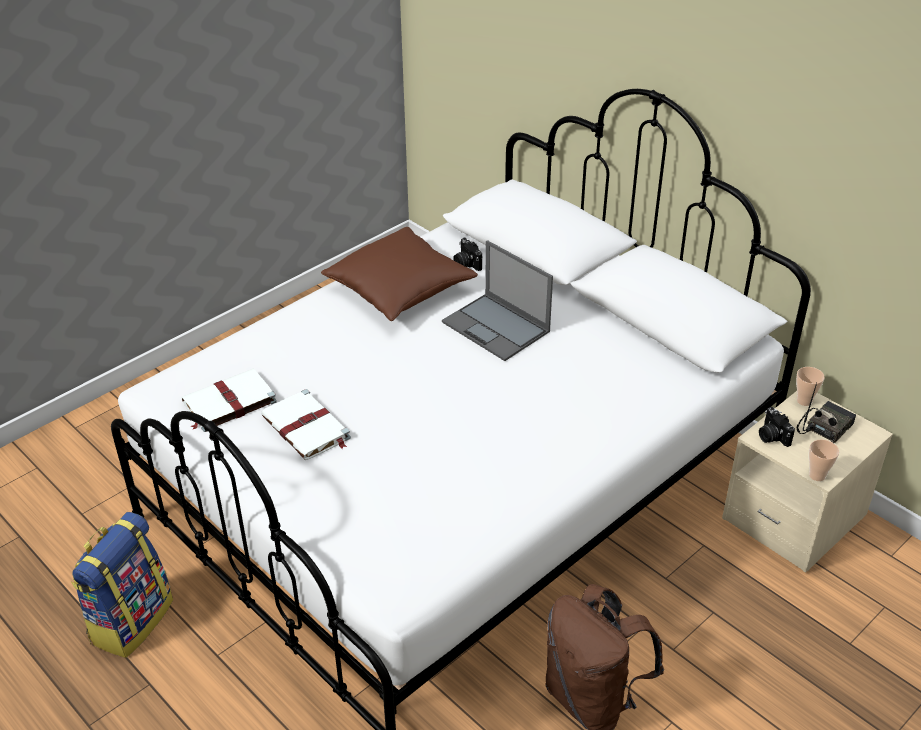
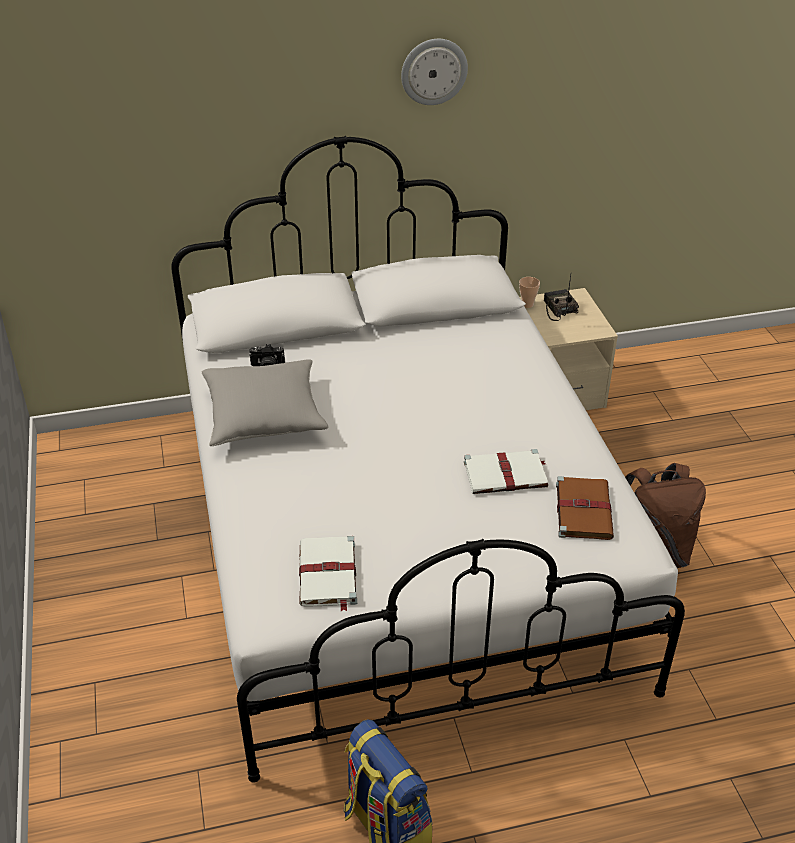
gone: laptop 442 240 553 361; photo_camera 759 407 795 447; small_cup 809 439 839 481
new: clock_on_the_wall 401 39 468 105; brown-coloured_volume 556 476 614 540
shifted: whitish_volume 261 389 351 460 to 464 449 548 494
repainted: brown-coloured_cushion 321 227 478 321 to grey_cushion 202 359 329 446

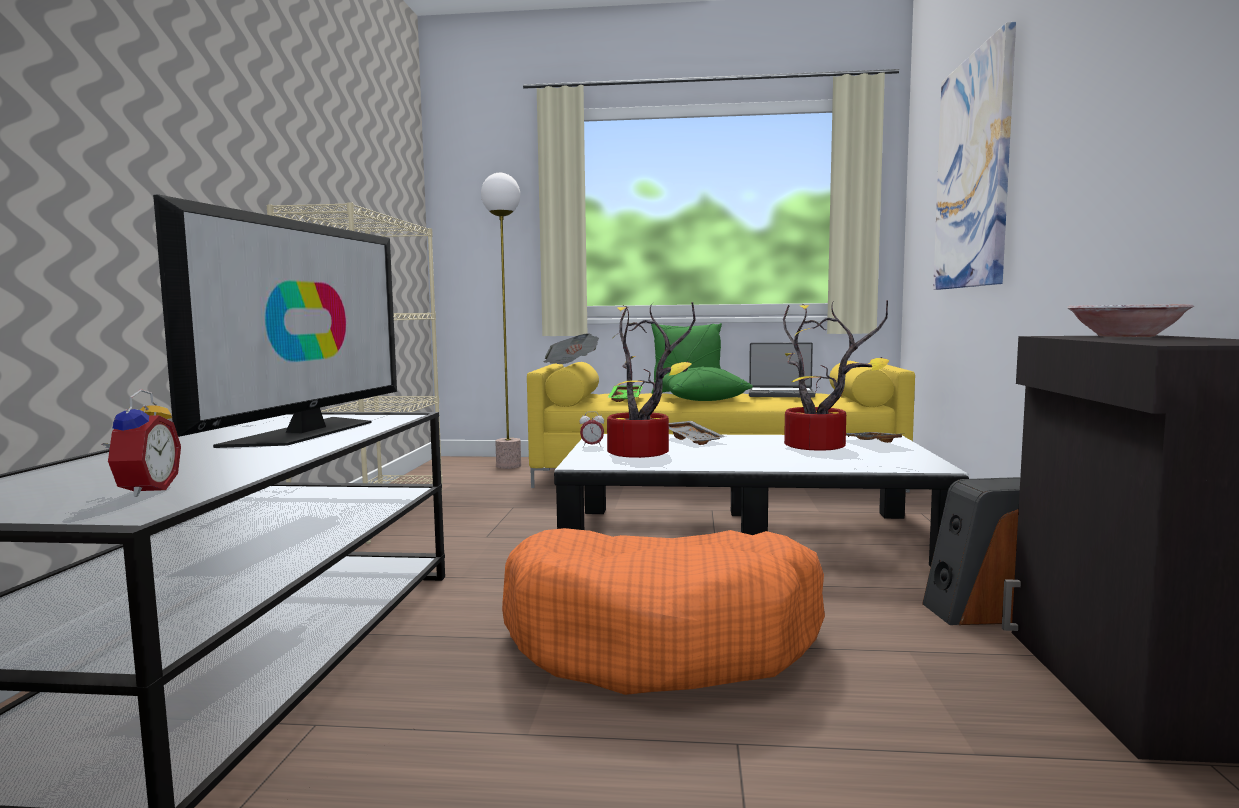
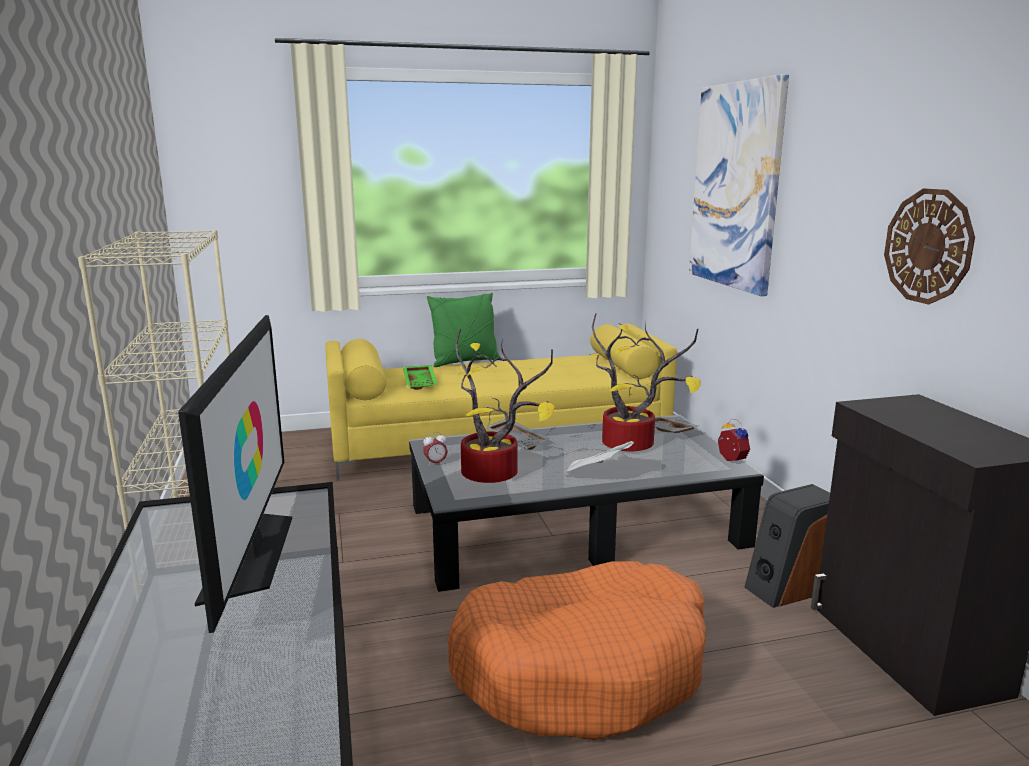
gone: floor_lamp 481 173 521 469; greenish_cushion 654 366 753 401; laptop 749 343 815 398; bowl 1067 304 1194 337
new: clock_on_the_wall 884 188 975 304
shifted: printed_paper 544 333 599 364 to 563 441 634 473; alarm_clock 101 389 181 497 to 718 418 750 464

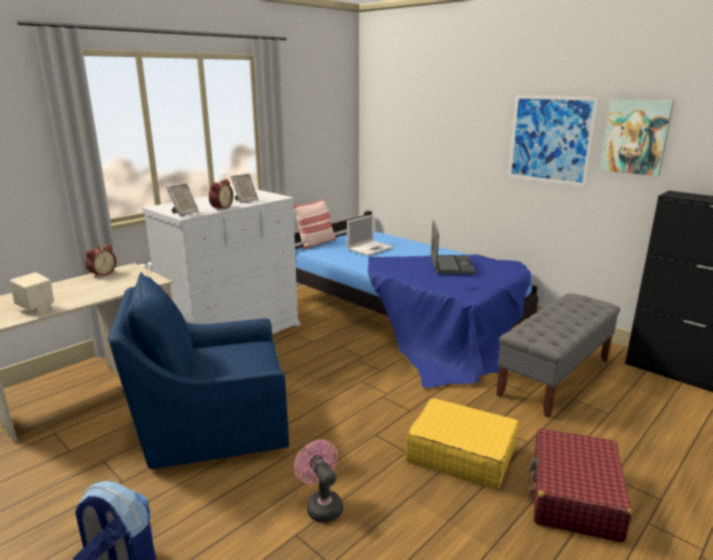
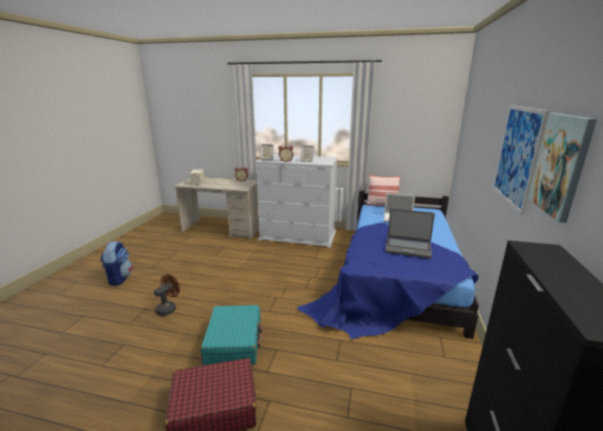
gone: blue_armchair 108 272 289 469; grey_bench 496 293 620 418
repainted: pinkish_cooling_fan 294 440 343 523 to brown-coloured_cooling_fan 154 274 180 316; yellowish_suitcase 406 398 519 490 to turquoise_suitcase 201 305 262 365
rotated: laptop 431 220 476 274 = 385 209 435 259 45 degrees clockwise

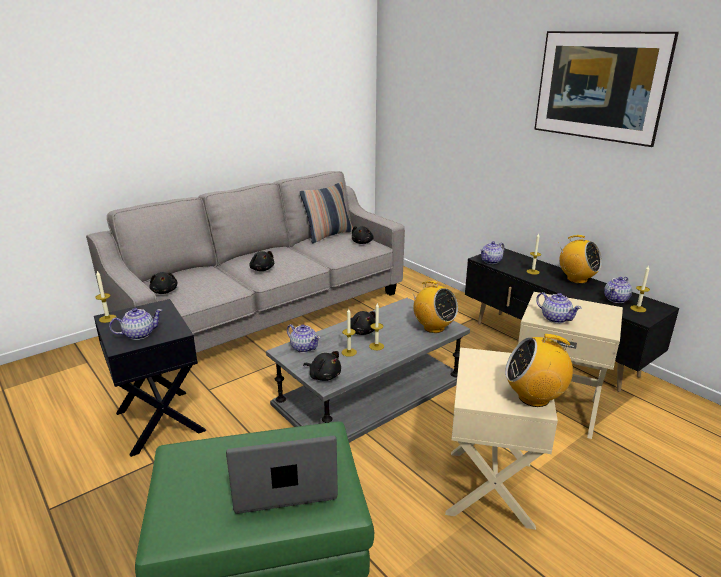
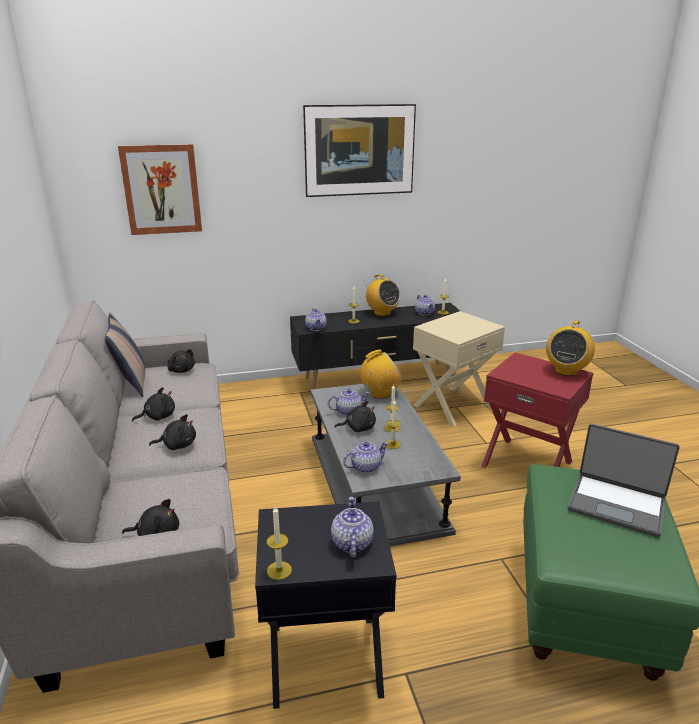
new: picture 118 144 202 235
shifted: black_cuddly_toy 303 351 341 381 to 132 387 175 422; tea_pot 536 292 581 323 to 328 389 370 416
repainted: beige_end_table 445 347 558 530 to red-coloured_end_table 481 352 593 468
rotated: radio_receiver 558 235 602 284 = 366 274 400 316 75 degrees clockwise; laptop 226 436 338 514 = 568 424 680 537 75 degrees counterclockwise

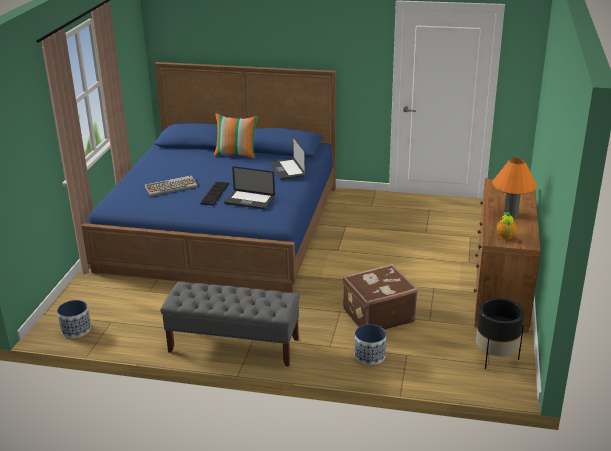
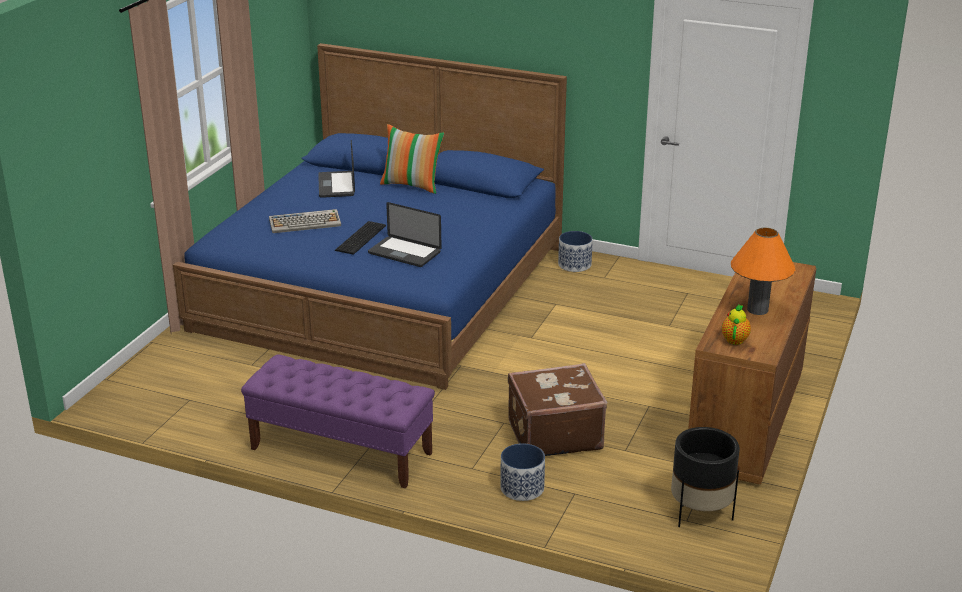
shifted: laptop 270 136 305 180 to 318 140 355 198; plant_pot 57 300 91 338 to 558 231 593 272
repainted: grey_bench 160 282 300 367 to purple_bench 241 354 435 488

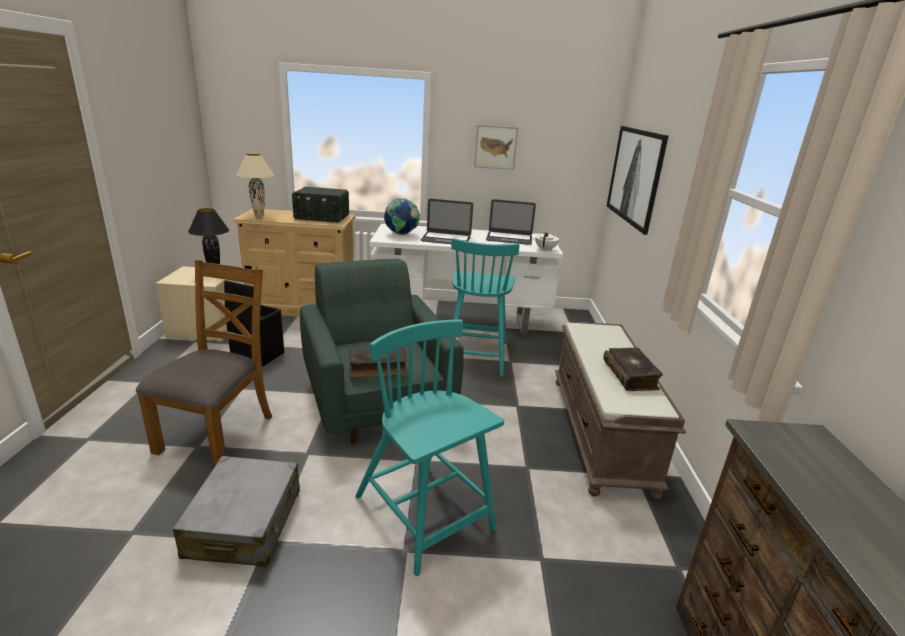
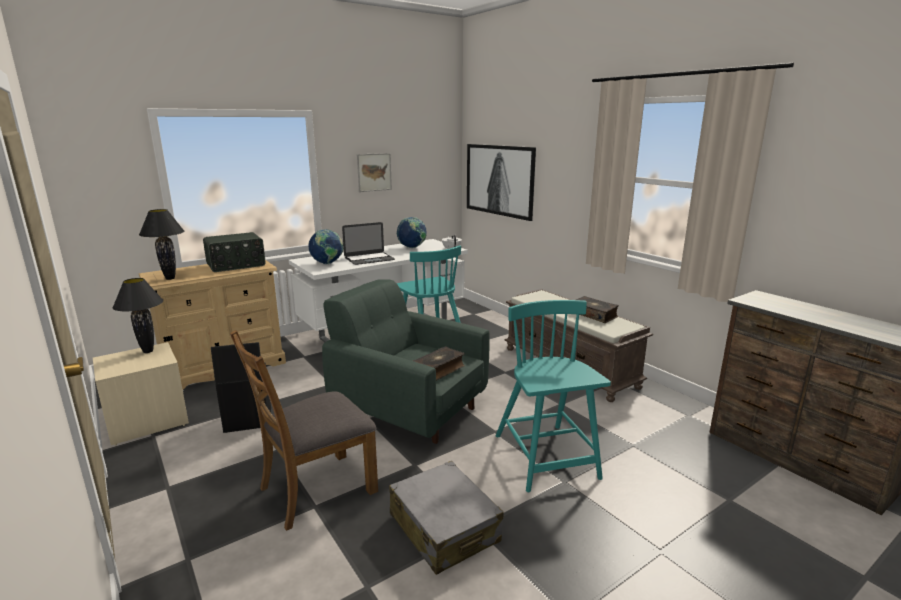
swapped: laptop 486 199 536 245 to desk_globe 396 217 427 248
repainted: beige_table_lamp 236 154 274 218 to black_table_lamp 139 209 184 280
rotated: brown-coloured_chair 136 260 272 469 = 230 330 378 531 105 degrees counterclockwise; turquoise_chair 355 319 504 576 = 496 300 611 492 60 degrees clockwise

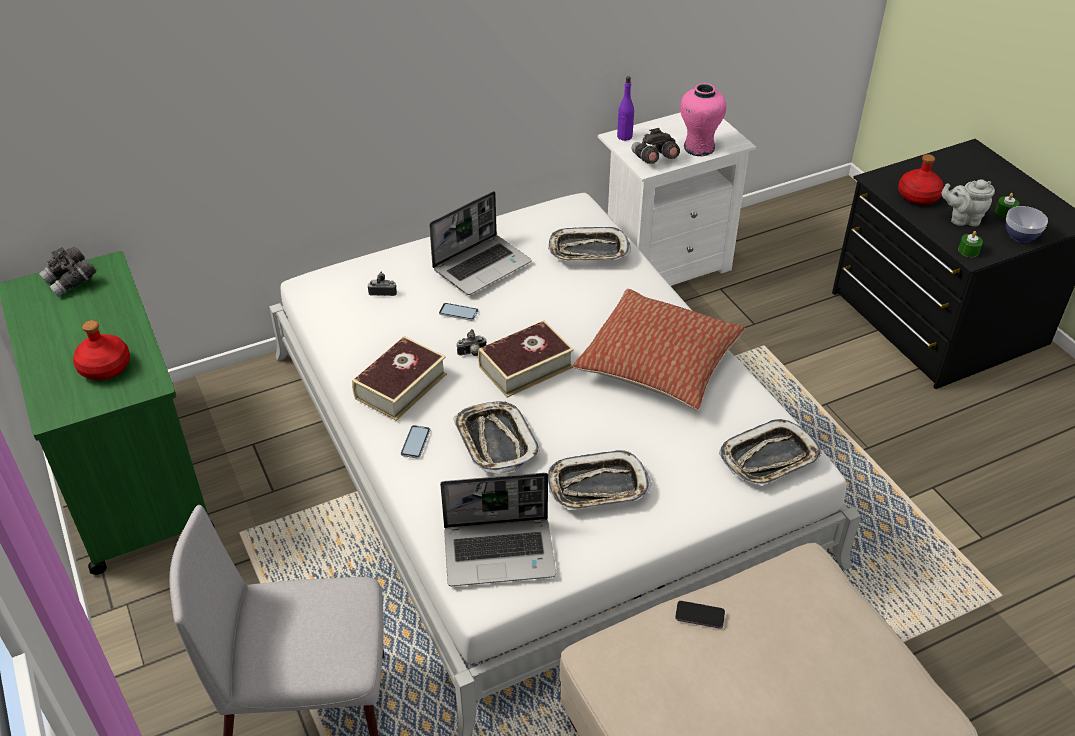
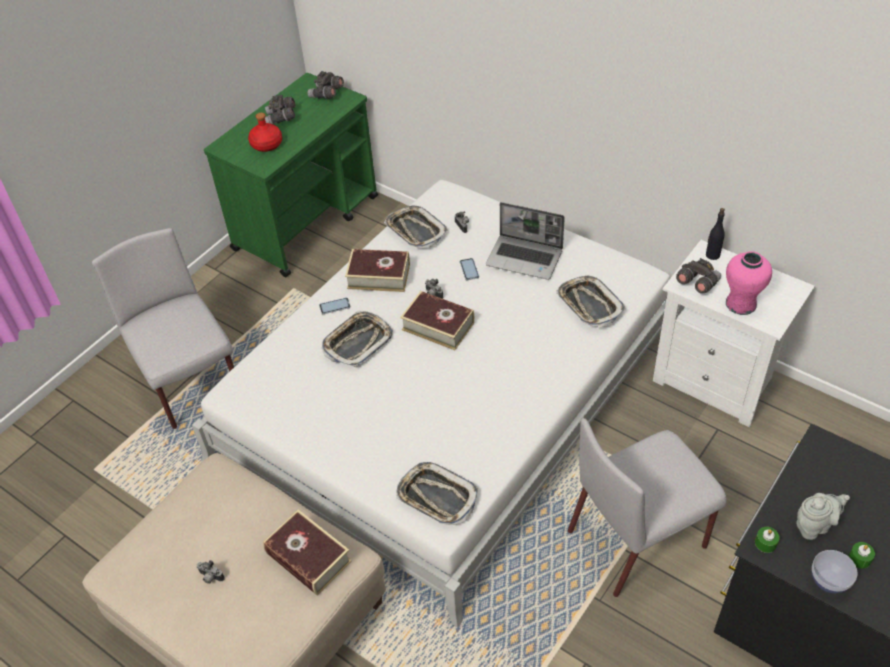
gone: laptop 440 473 556 586; cushion 573 289 745 410; telephone 675 601 725 629; red-coloured_drink_bottle 898 154 944 205
new: photo_camera 197 560 225 584; volume 263 510 352 596; grey_field_glasses 265 95 296 124; grey_chair 568 418 727 597
shifted: tray 548 450 652 510 to 384 206 448 248
repainted: purple_drink_bottle 617 76 634 141 to black_drink_bottle 706 208 725 260
rotated: grey_tea_pot 941 179 995 227 = 796 493 850 540 90 degrees clockwise

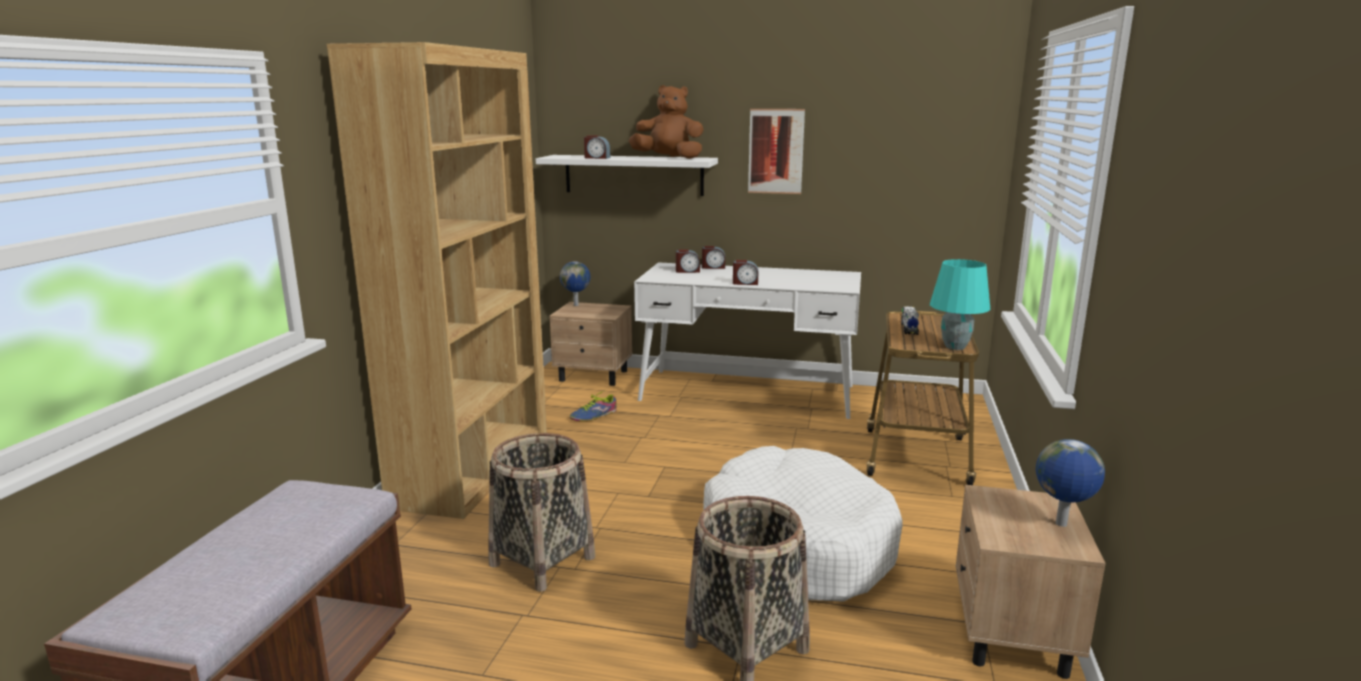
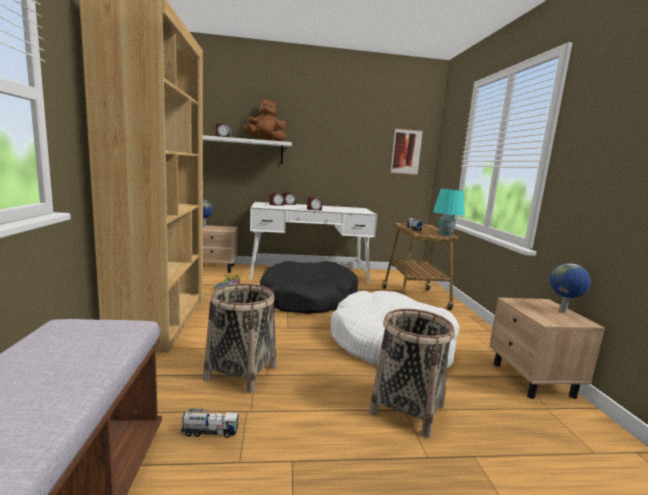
new: model_truck 180 408 239 438; black_pet_bed 260 261 358 314
shifted: picture 748 109 805 194 to 391 128 423 175

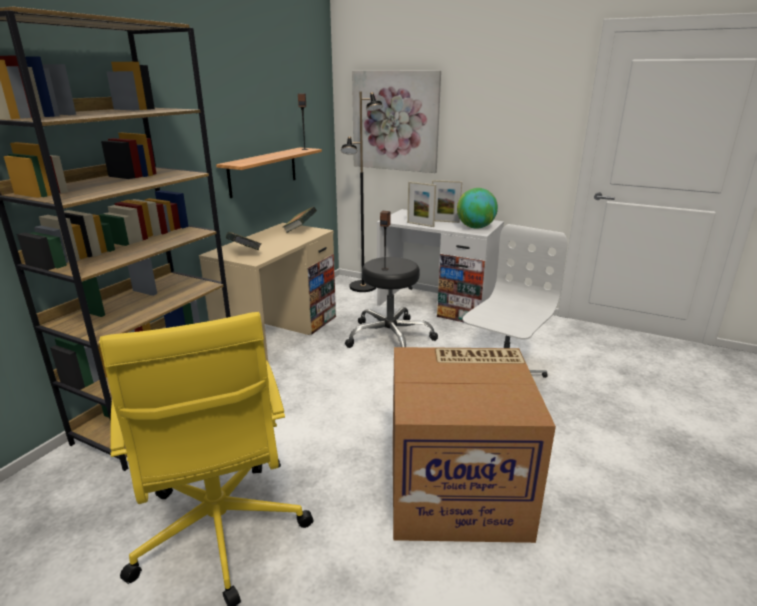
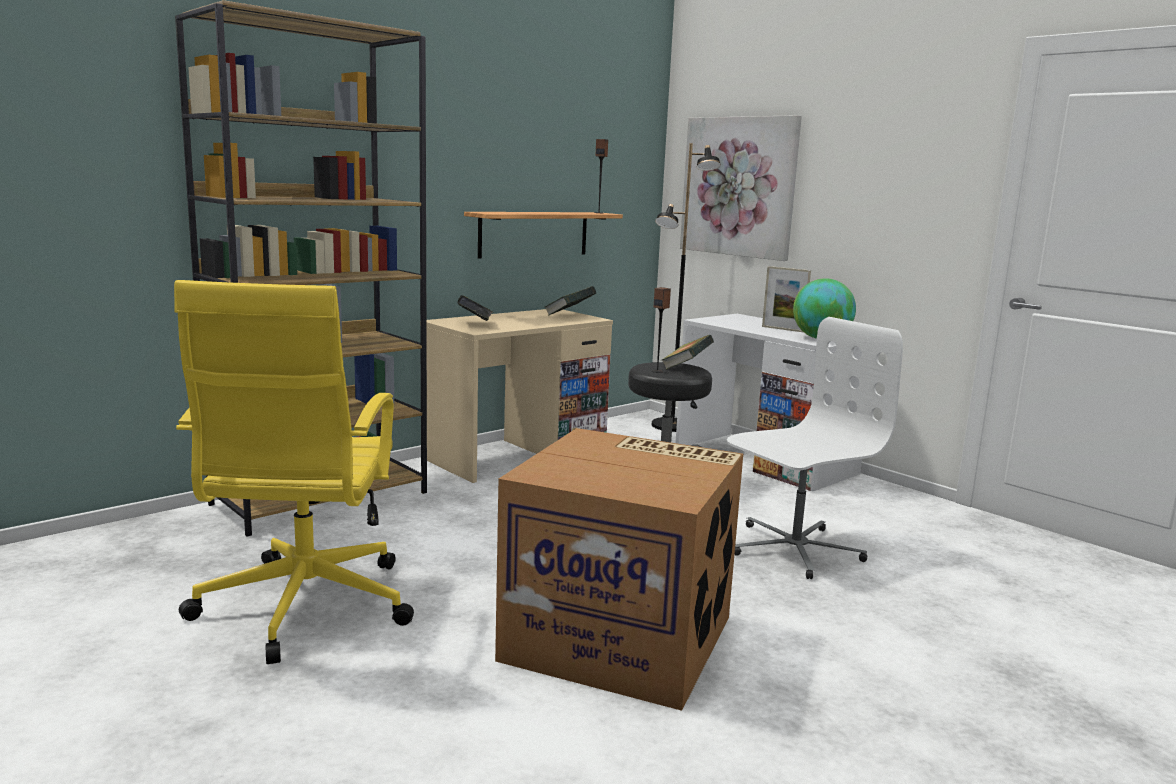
gone: photo_frame 407 182 436 227
new: volume 662 335 714 370

